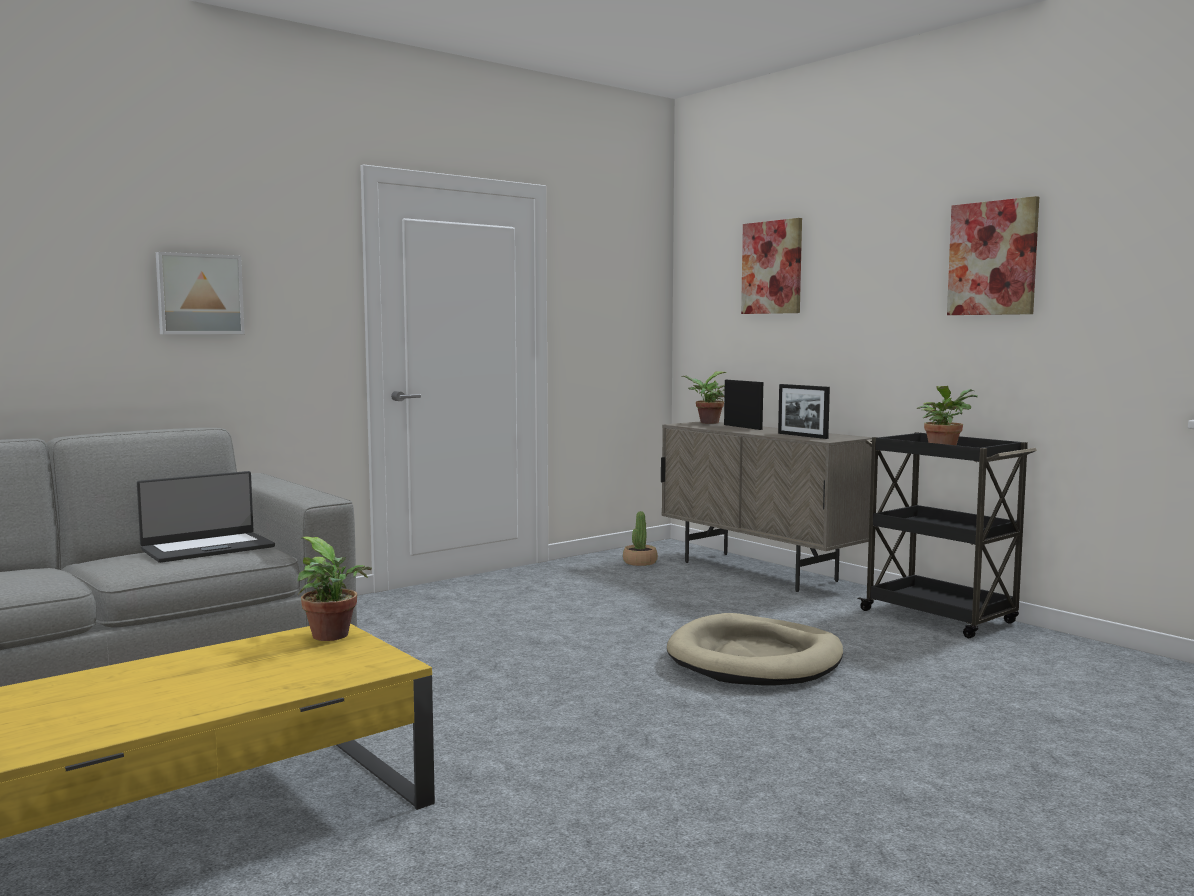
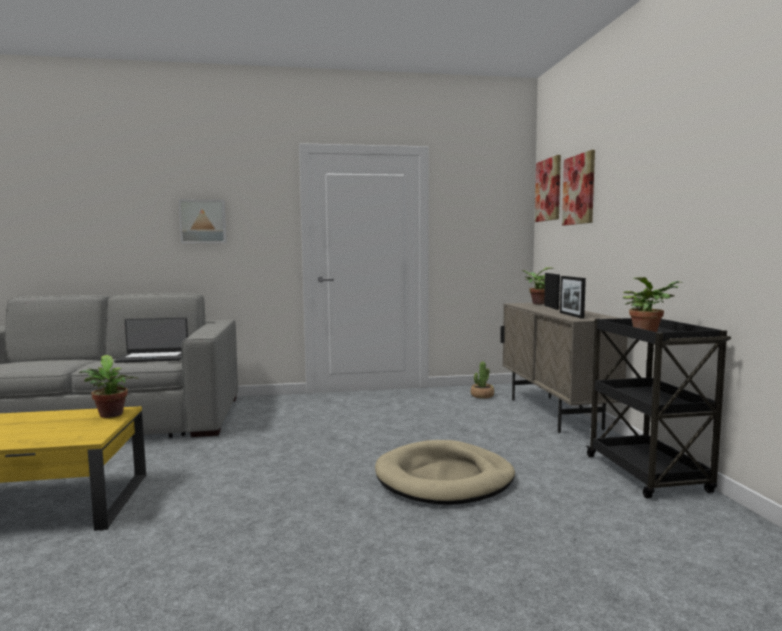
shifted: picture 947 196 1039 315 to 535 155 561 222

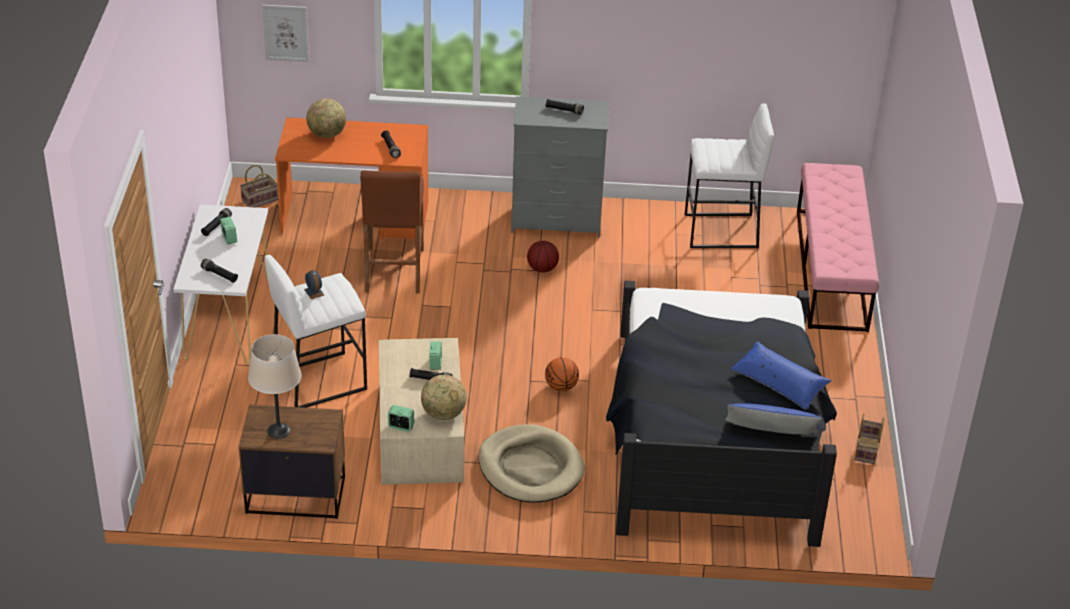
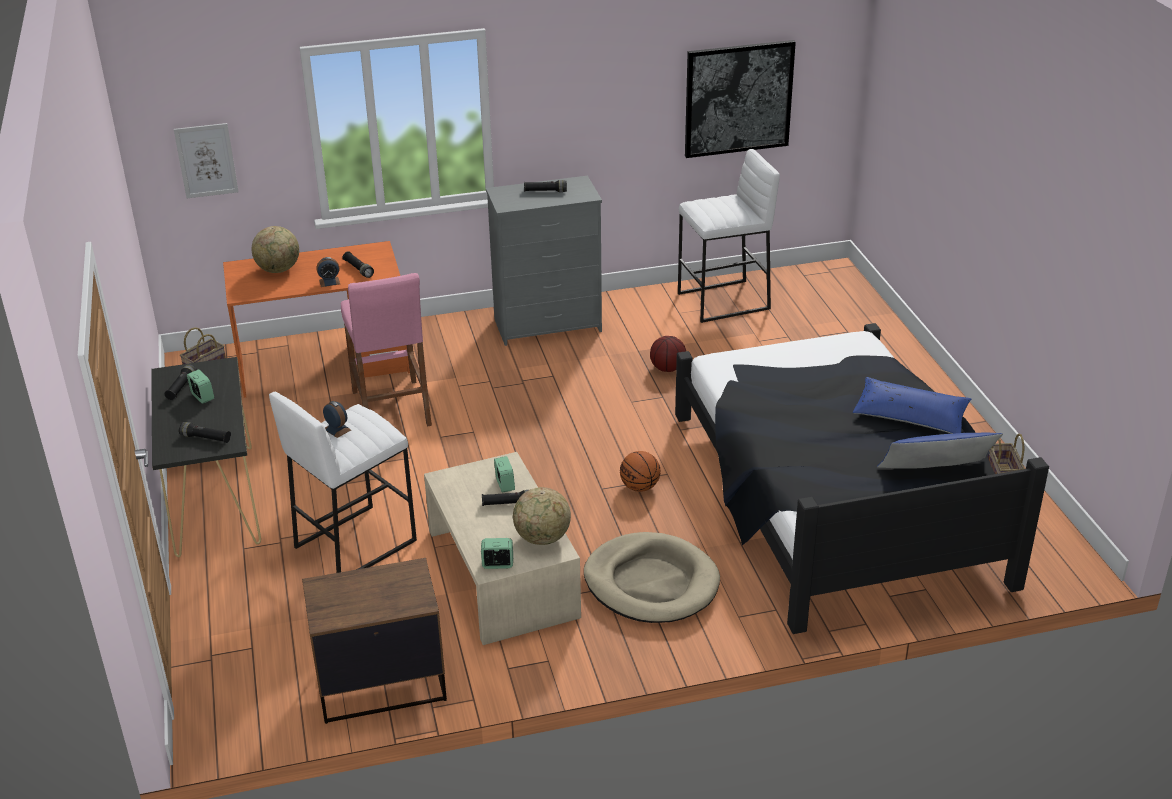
gone: beige_table_lamp 248 334 302 439; pinkish_bench 797 163 879 332
new: alarm_clock 316 257 340 287; picture 685 40 796 158
shifted: basketball 527 241 559 273 to 650 336 686 372
repainted: whitish_narrow_table 174 204 268 364 to black_narrow_table 151 357 261 557; brown-coloured_sitting_stool 360 170 424 294 to pinkish_sitting_stool 341 273 432 427

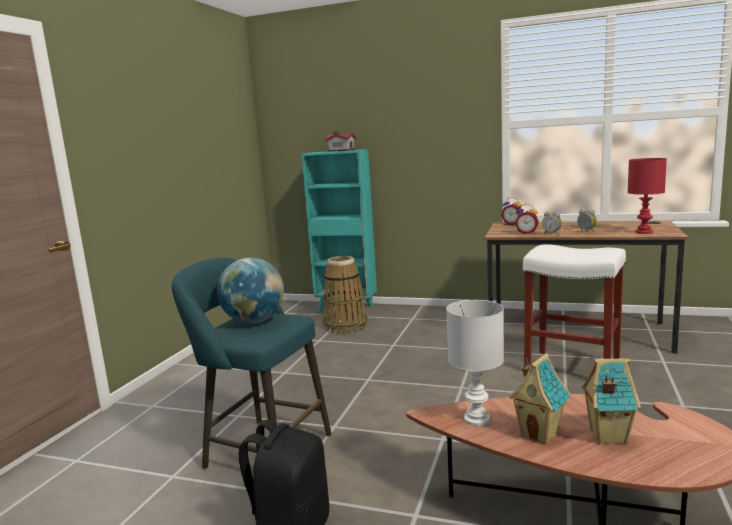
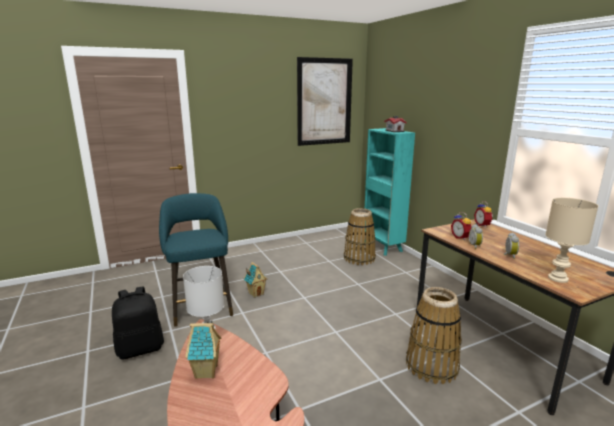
gone: desk_globe 217 258 284 323
new: picture 297 57 353 146
shifted: model_house 582 358 641 444 to 244 262 268 298
swapped: whitish_sitting_stool 523 244 626 365 to storage_basket 406 287 462 384
repainted: red-coloured_table_lamp 628 158 667 234 to beige_table_lamp 545 198 598 283

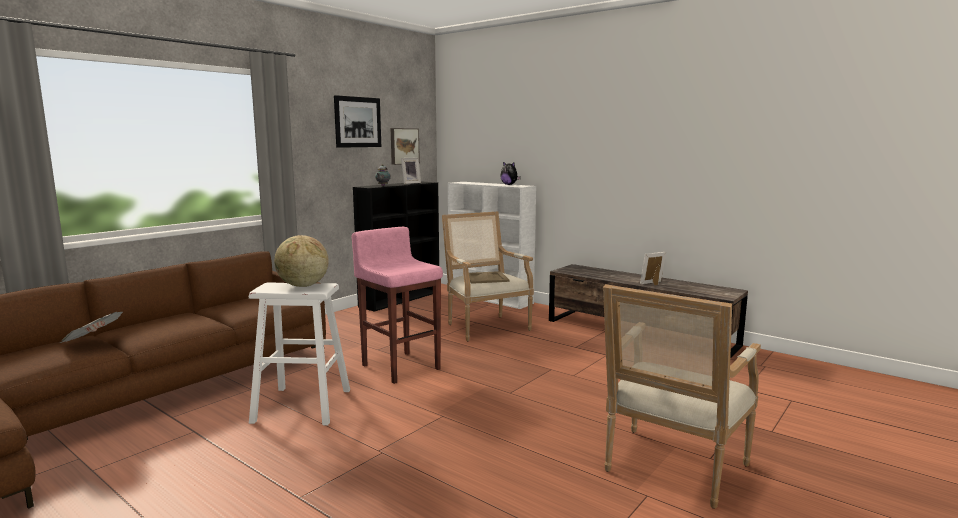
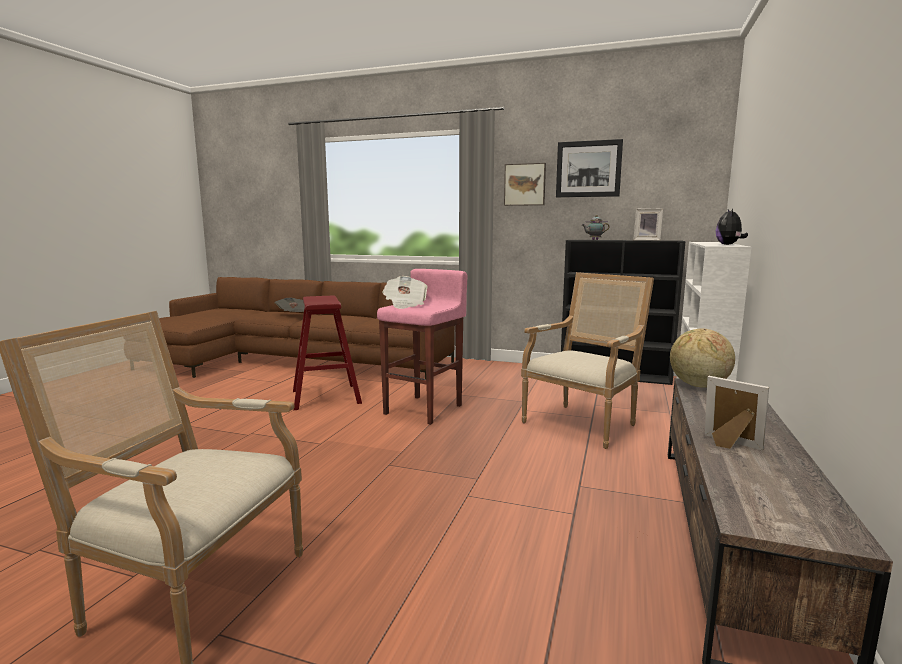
gone: beige_tray 469 271 510 284
new: printed_paper 382 276 428 309
shifted: picture 391 128 420 165 to 504 163 546 206; desk_globe 274 235 329 287 to 670 329 735 388
repainted: whitish_sitting_stool 249 282 350 425 to red-coloured_sitting_stool 293 296 362 410

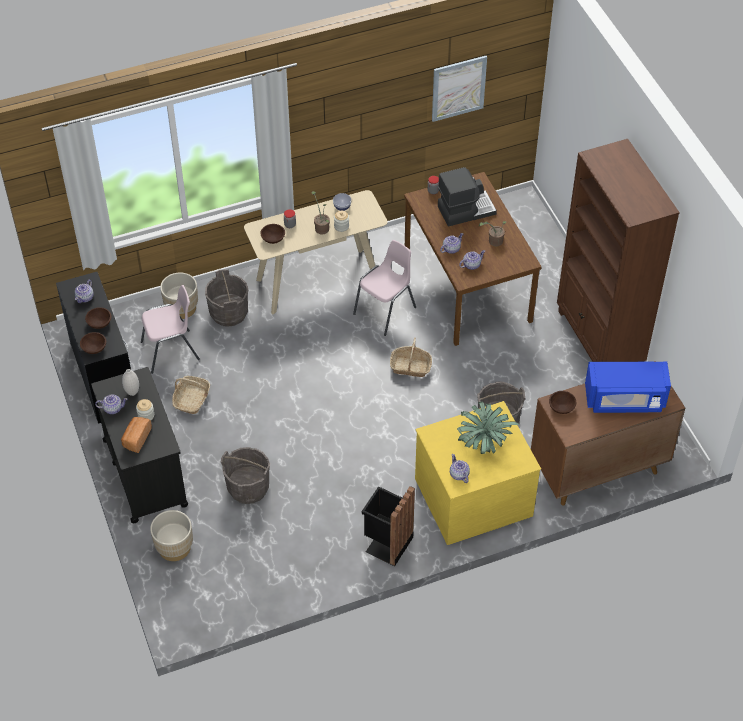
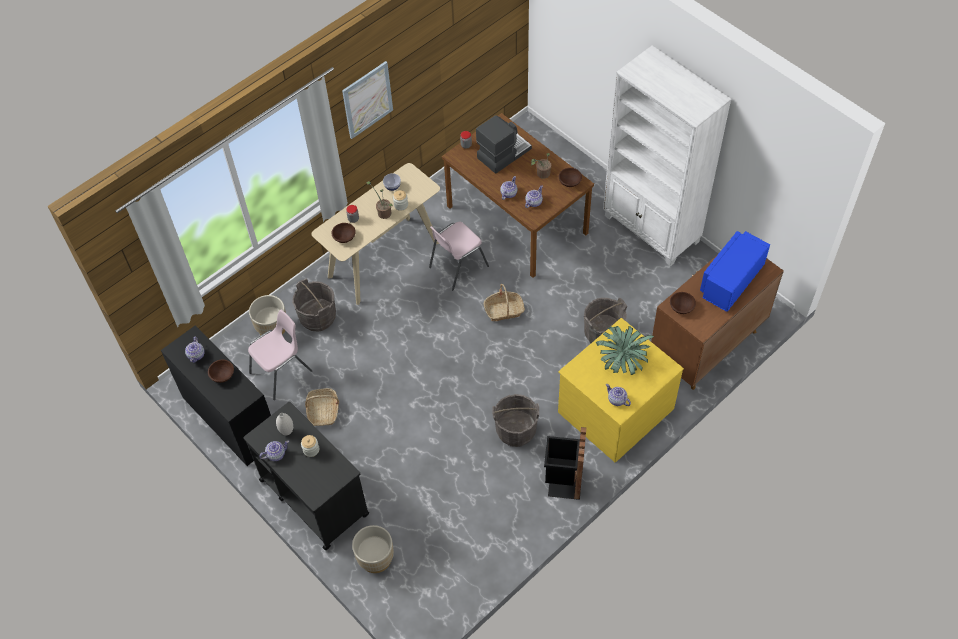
gone: bread 121 417 152 453
shifted: picture 432 56 487 122 to 342 61 393 139; grey_water_bucket 221 447 270 504 to 492 394 539 447; brown-coloured_bowl 80 332 106 354 to 559 168 582 187
repainted: brown-coloured_bookcase 557 139 680 362 to whitish_bookcase 603 46 731 267
rotated: pinkish_chair 353 240 416 336 = 429 222 489 290 150 degrees counterclockwise; blue_kitchen_microwave 585 361 671 413 = 700 231 770 312 150 degrees clockwise

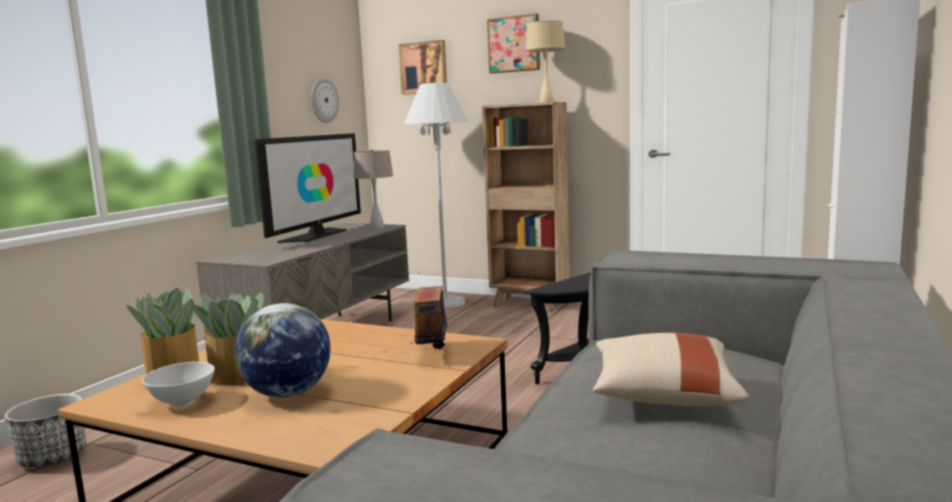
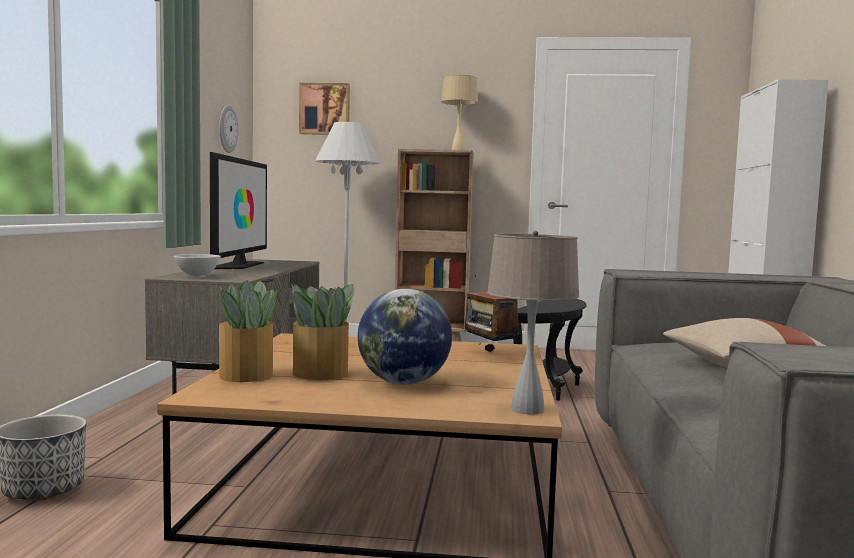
gone: picture 487 13 540 73
shifted: whitish_bowl 142 362 215 407 to 174 254 221 277; beige_table_lamp 354 149 393 228 to 487 231 579 415

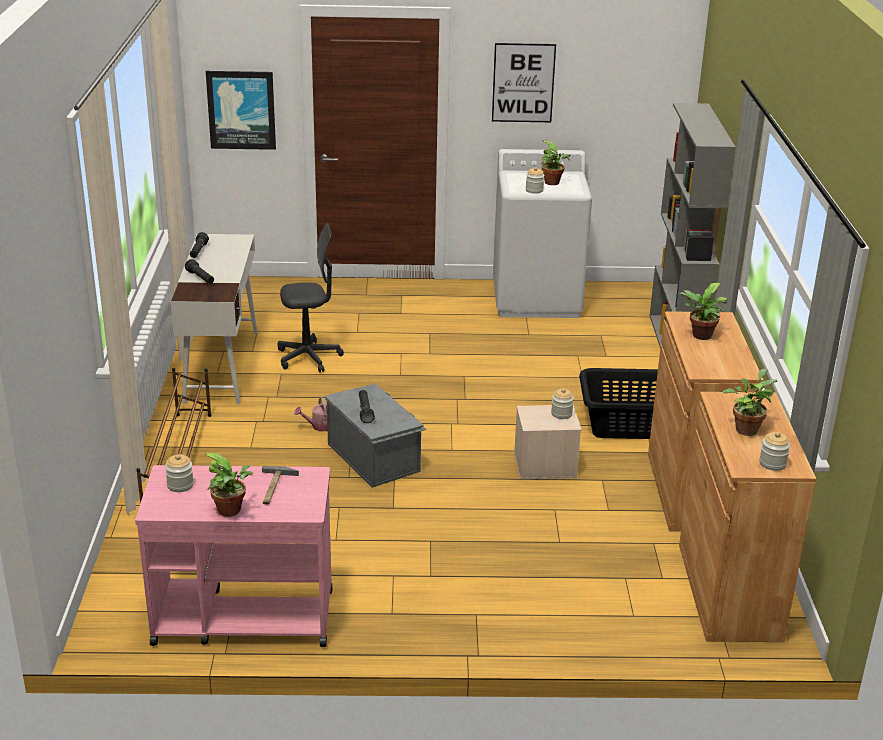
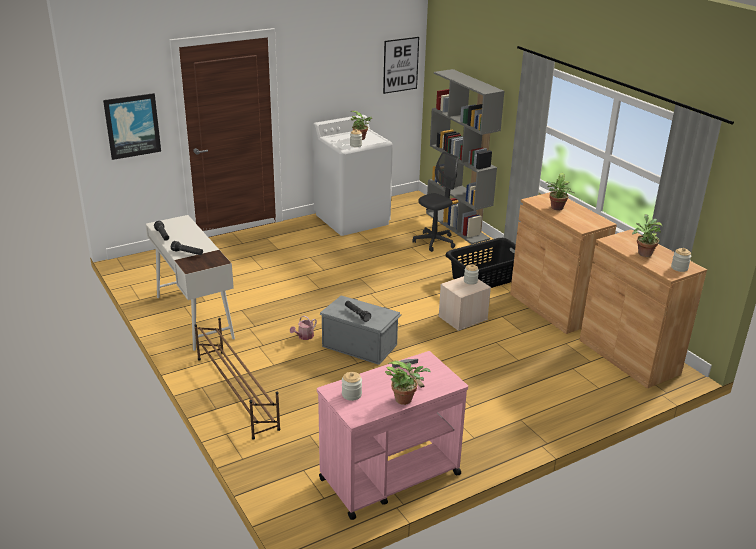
shifted: picture 492 43 556 122 to 383 37 419 94; grey_office_chair 278 223 344 373 to 412 152 458 252

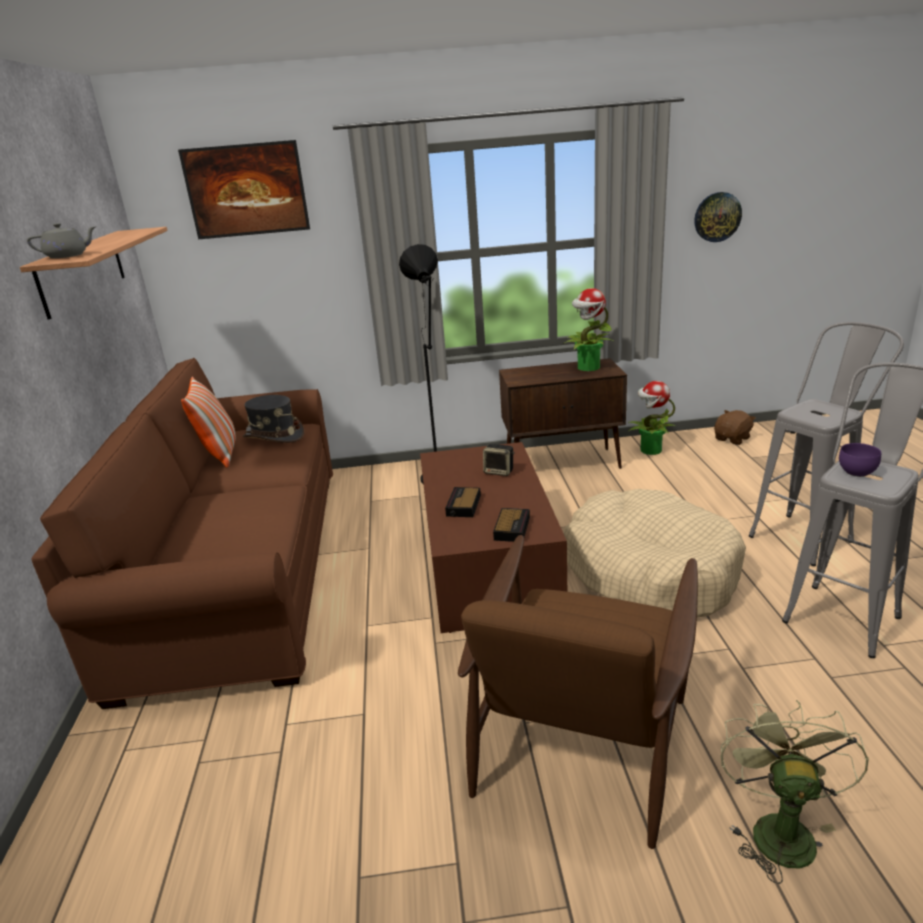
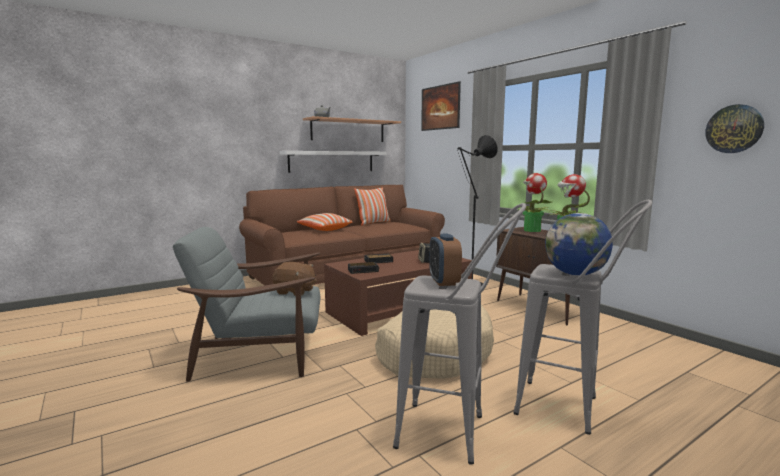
gone: grey_wearable_hat 243 395 304 443; greenish_cooling_fan 721 700 869 884
new: whitish_shelf 280 151 386 173; cushion 297 213 352 231; desk_globe 545 213 613 276
shifted: brown-coloured_cuddly_toy 714 410 756 445 to 273 262 317 296; potted_plant 628 381 676 455 to 519 173 552 232
swapped: purple_bowl 839 443 881 477 to alarm_clock 429 234 462 286
repainted: brown-coloured_armchair 458 535 698 849 to grey_armchair 173 227 320 382

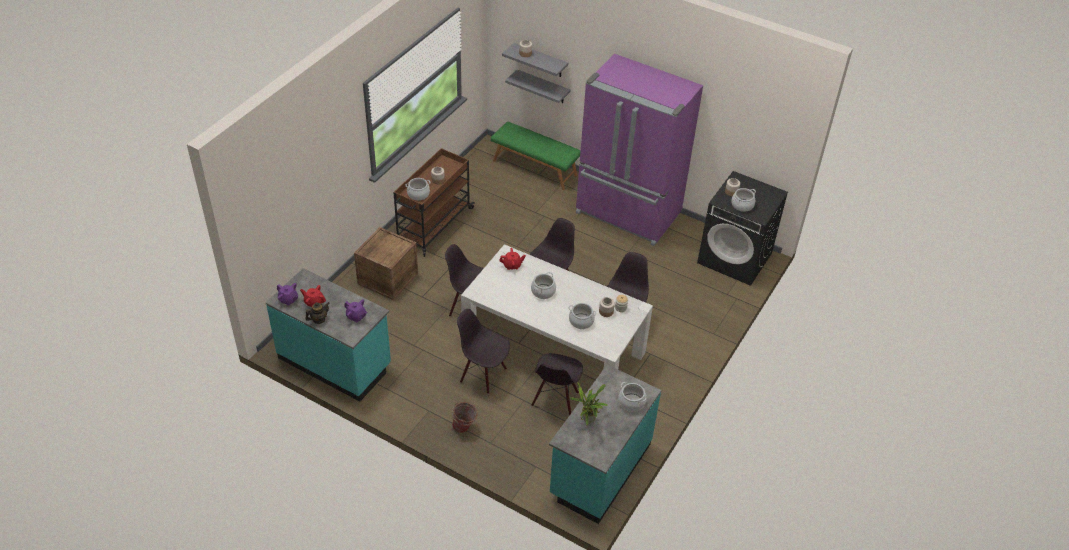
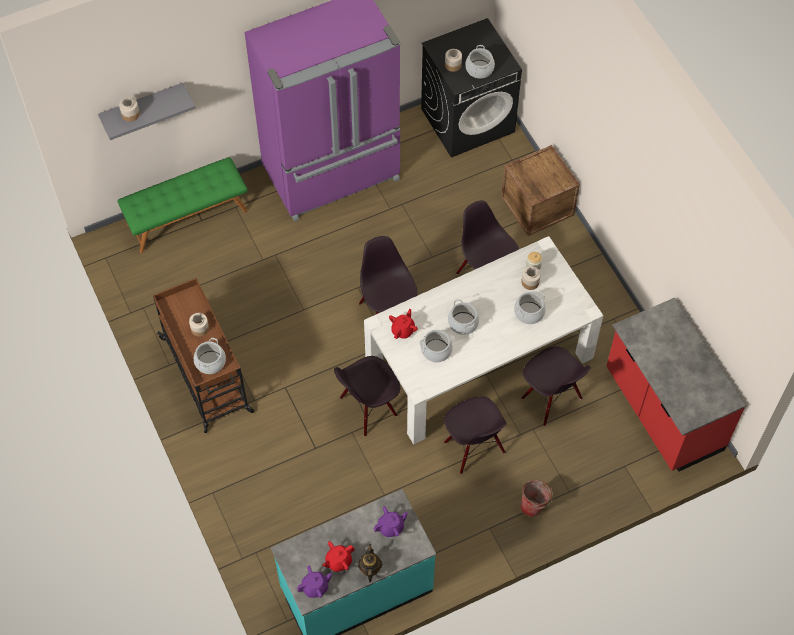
gone: grey_shelf 505 69 570 103; potted_plant 570 382 608 426
shifted: cooking_pot 618 382 646 412 to 420 330 454 363; shipping_crate 354 227 418 300 to 501 145 580 236
repainted: turquoise_kitchen_counter 549 365 661 524 to red-coloured_kitchen_counter 607 298 747 472
rotated: black_chair 457 309 510 394 = 444 396 507 474 90 degrees counterclockwise

